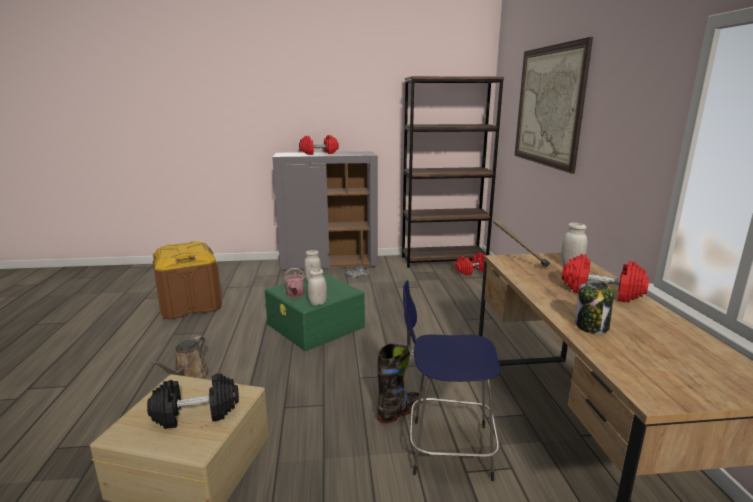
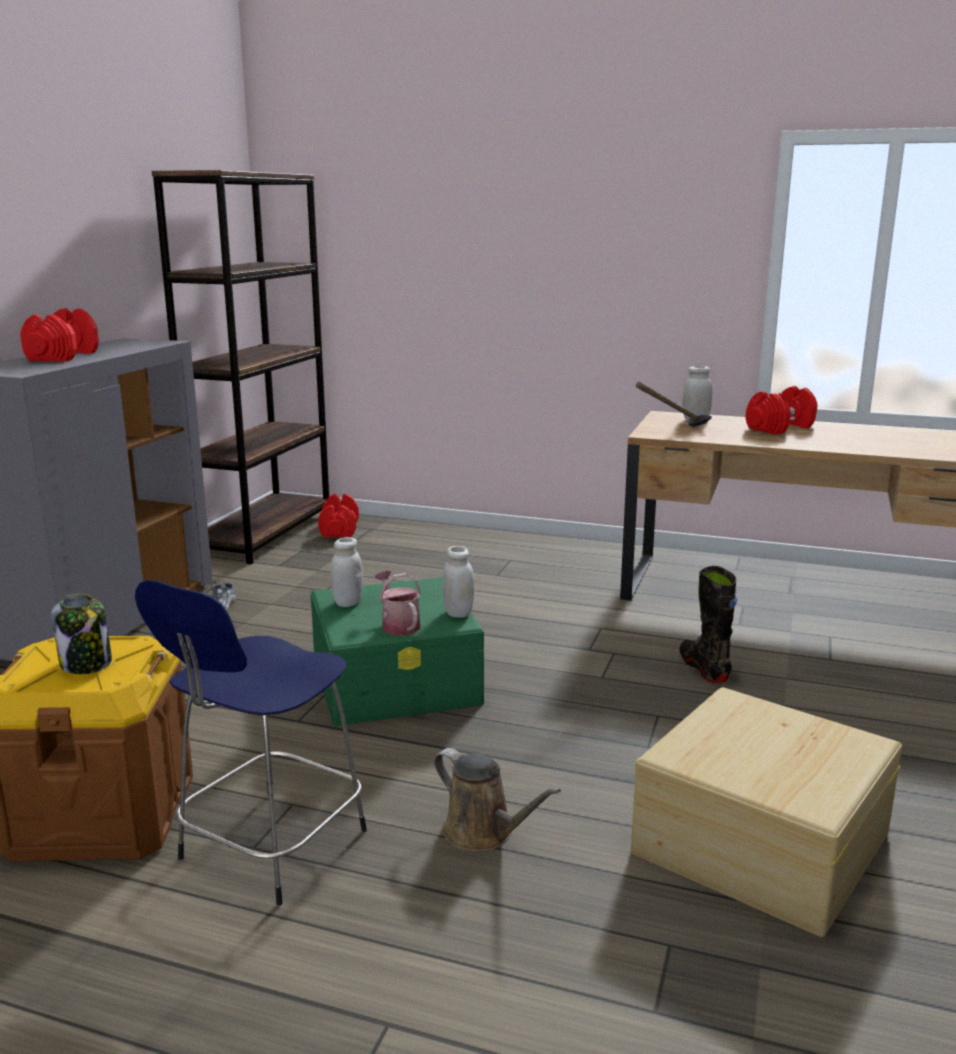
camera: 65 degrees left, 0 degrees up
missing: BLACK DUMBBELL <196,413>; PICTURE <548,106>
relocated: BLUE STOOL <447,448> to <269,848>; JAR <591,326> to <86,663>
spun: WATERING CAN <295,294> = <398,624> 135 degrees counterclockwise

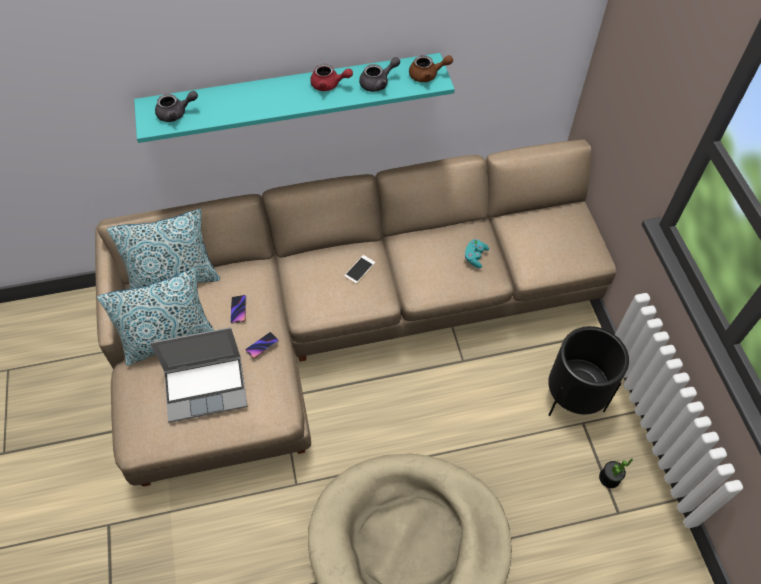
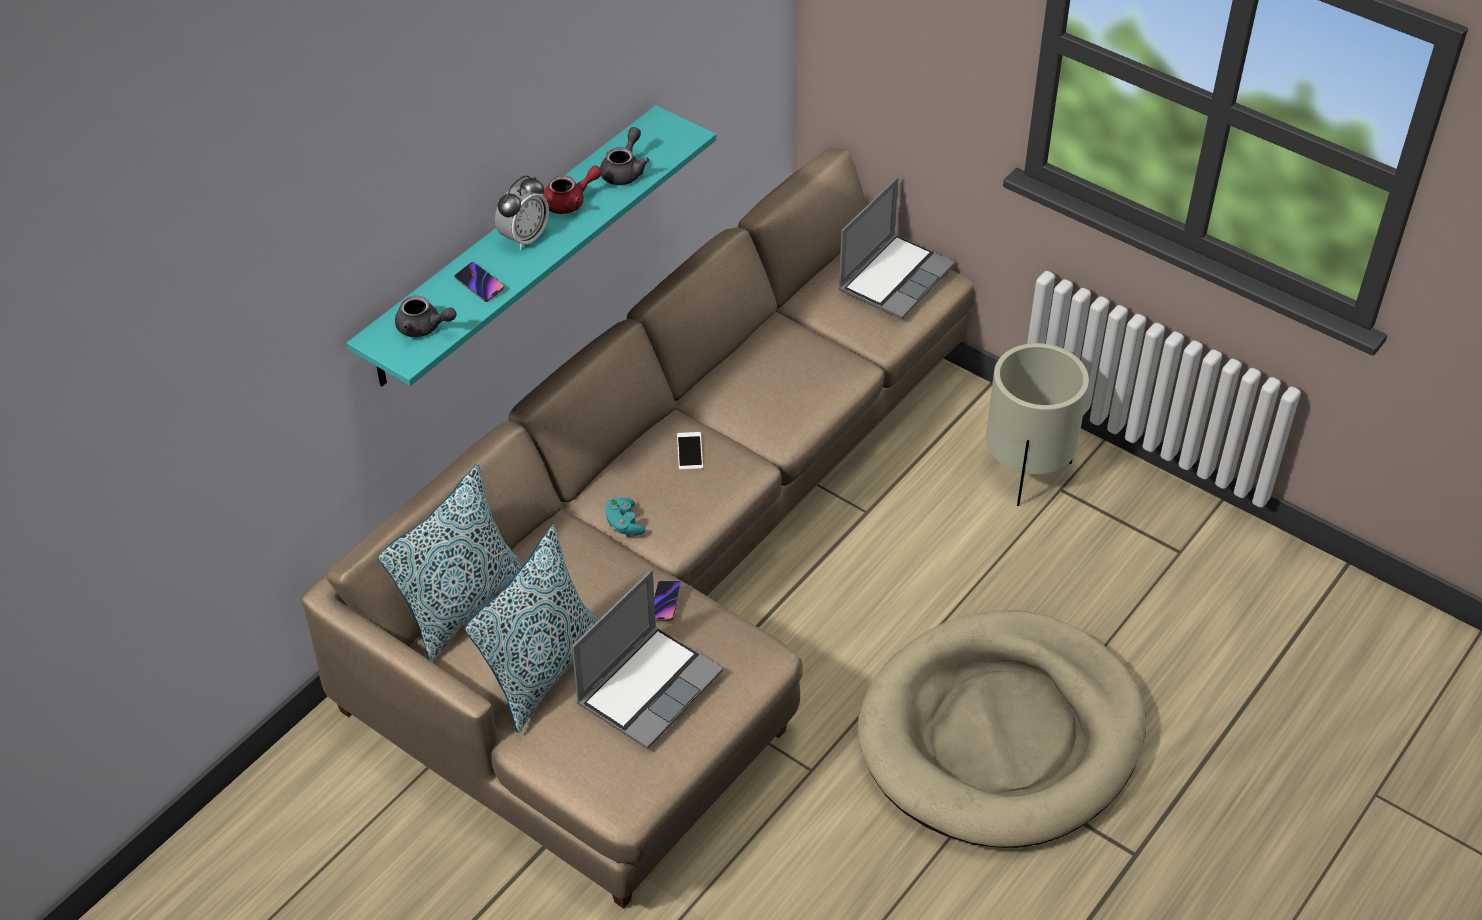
camera: 40 degrees left, 10 degrees down
missing: BROWN TEAPOT <427,75>; POTTED PLANT <609,478>
appeared: ALARM CLOCK <524,238>; LAPTOP <895,277>
relocated: PHONE <238,310> to <479,284>; TURQUOISE GAME CONTROLLER <475,257> to <624,524>
colour: BLACK PLANTER <573,398> to BEIGE PLANTER <1026,471>
spun: GREY TEAPOT <176,113> = <424,328> 75 degrees clockwise

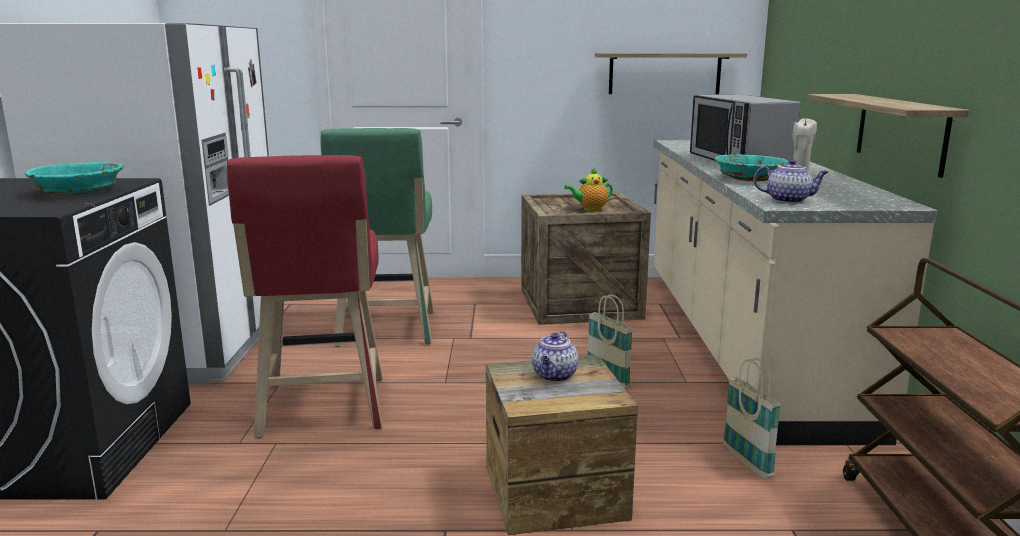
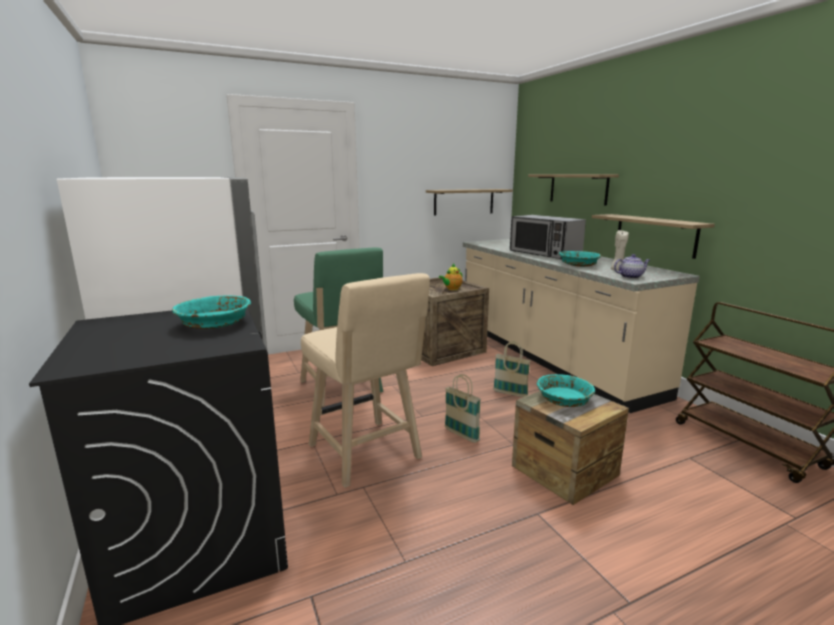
camera: 25 degrees left, 0 degrees up
appeared: SHELF <578,188>
relocated: BASKET <747,462> to <461,435>
exchanged: TEAPOT <555,376> to TURQUOISE BOWL <564,399>
colour: RED STOOL <322,410> to BEIGE STOOL <367,455>

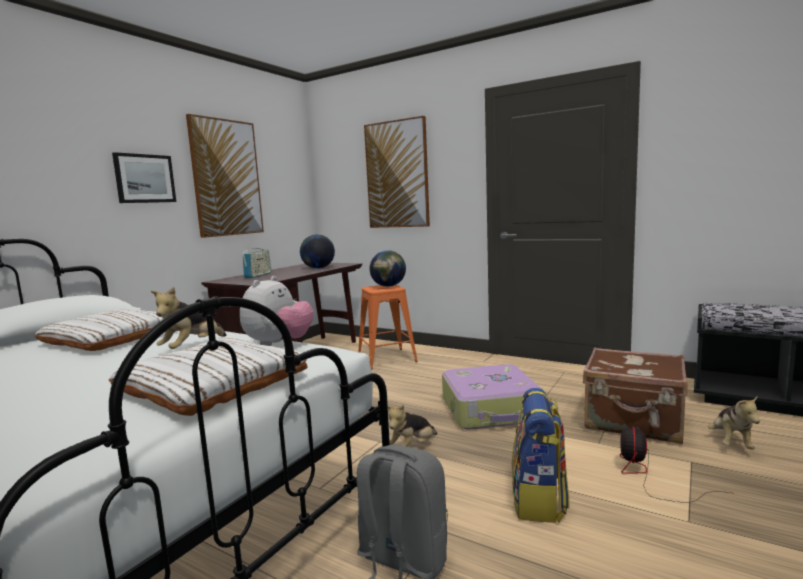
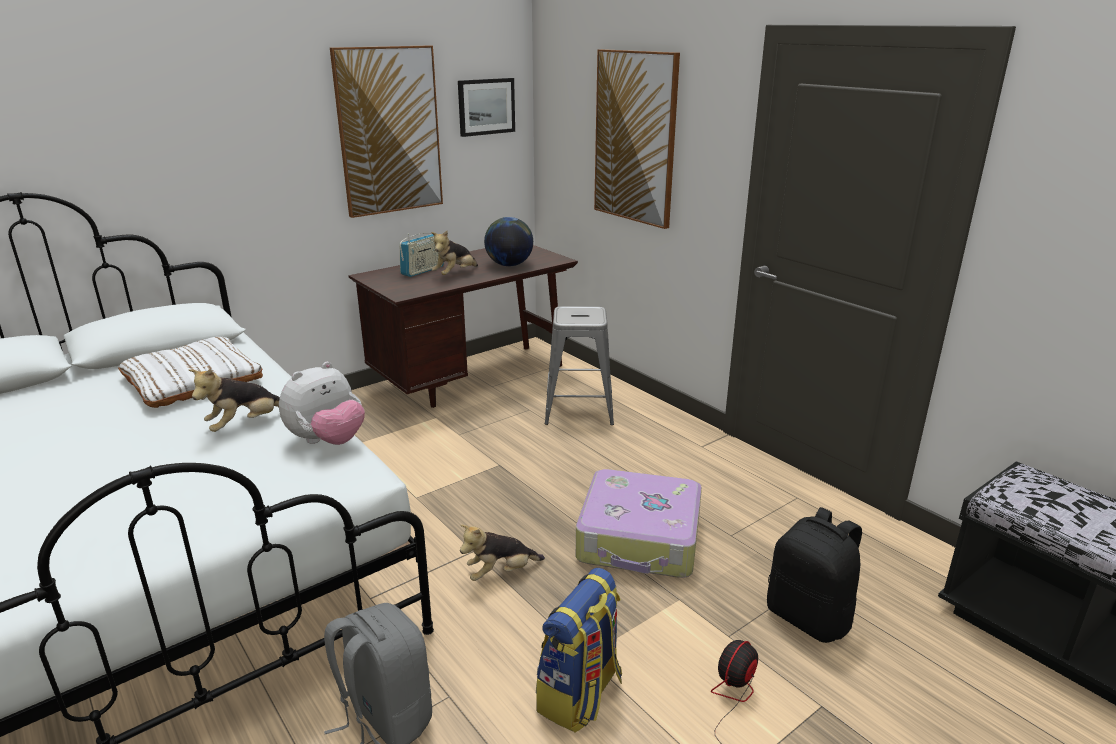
camera: 20 degrees right, 15 degrees up
missing: WHITE PILLOW <213,385>; GLOBE <388,286>
relocated: PICTURE <144,178> to <486,106>; PLUSH TOY <730,442> to <455,274>
exchanged: BROWN SUITCASE <634,422> to BLACK BACKPACK <809,617>
colour: ORANGE STOOL <387,358> to GREY STOOL <579,409>

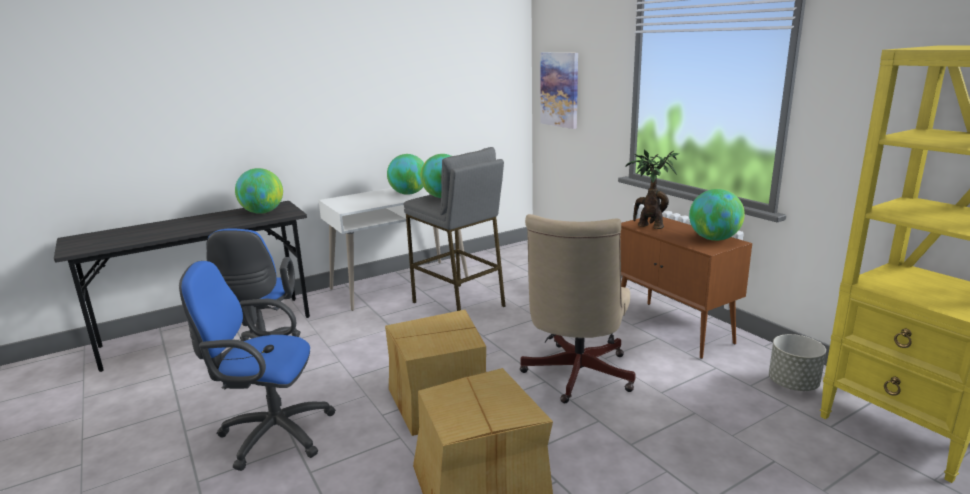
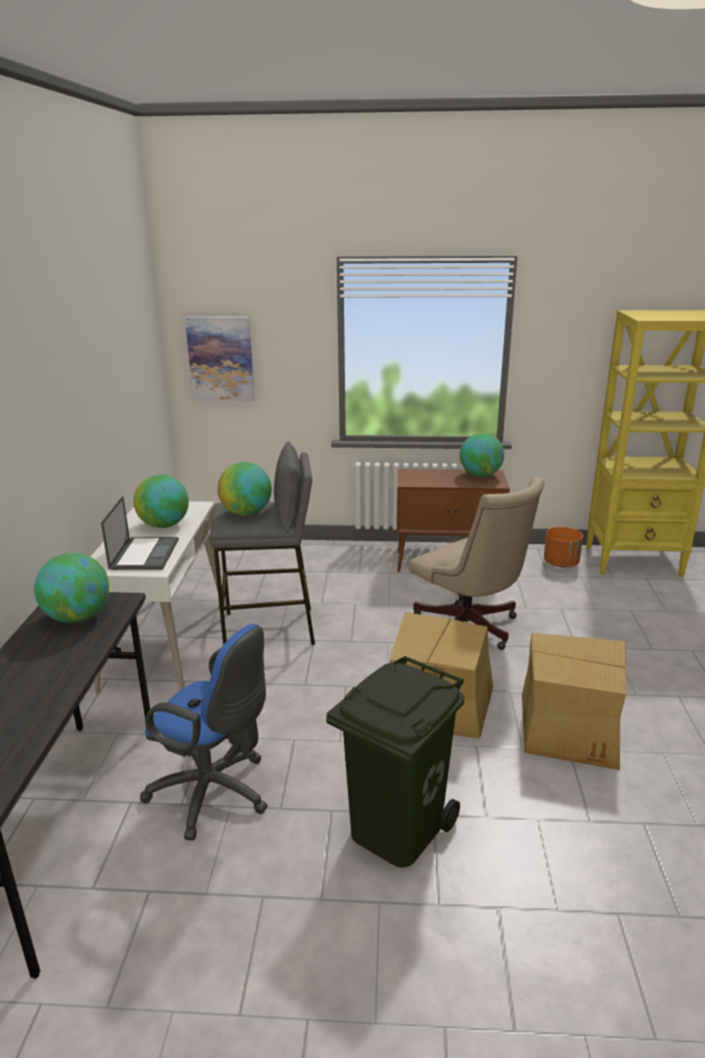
camera: 55 degrees left, 5 degrees up
missing: POTTED PLANT <648,226>
appeared: LAPTOP <144,554>
exchanged: BLUE OFFICE CHAIR <270,434> to GREEN TRASH CAN <395,828>
colour: GREY PLANTER <793,384> to ORANGE PLANTER <560,563>

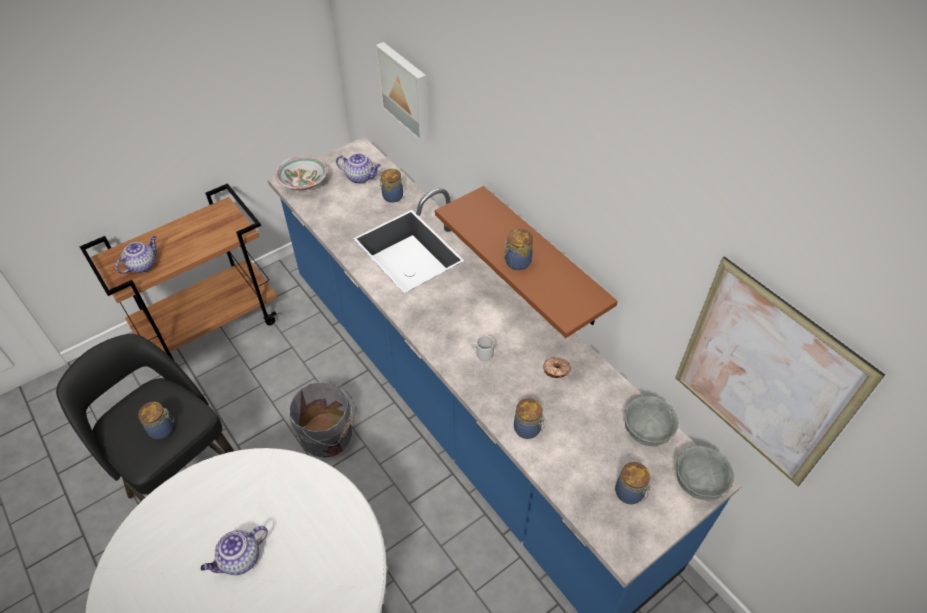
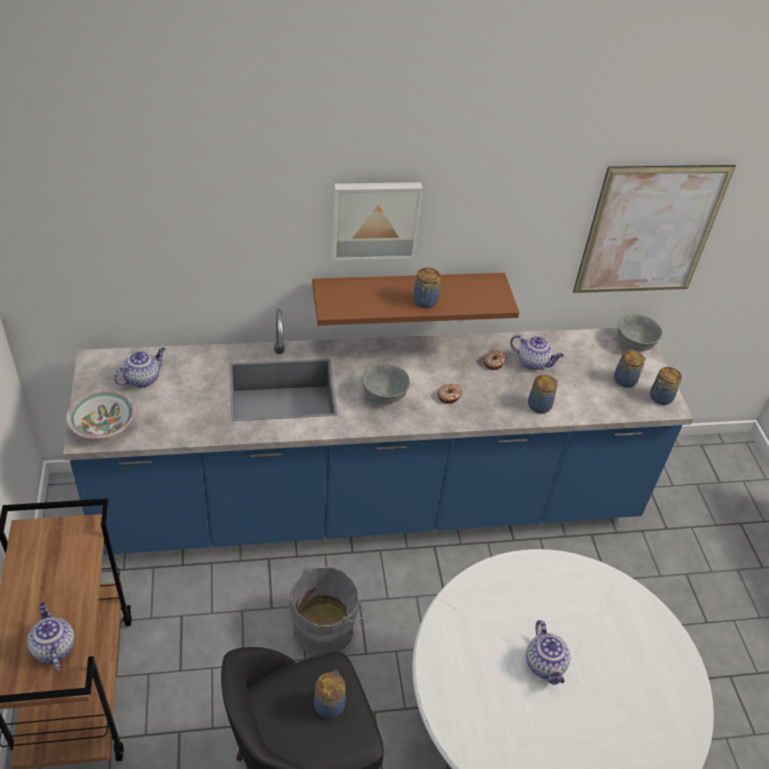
camera: 65 degrees left, 5 degrees down
appeared: TEAPOT <533,363>
relocated: PICTURE <406,91> to <375,219>; JAR <392,196> to <660,398>; GREY BOWL <646,430> to <383,395>
exchanged: MUG <483,355> to DONUT <449,396>

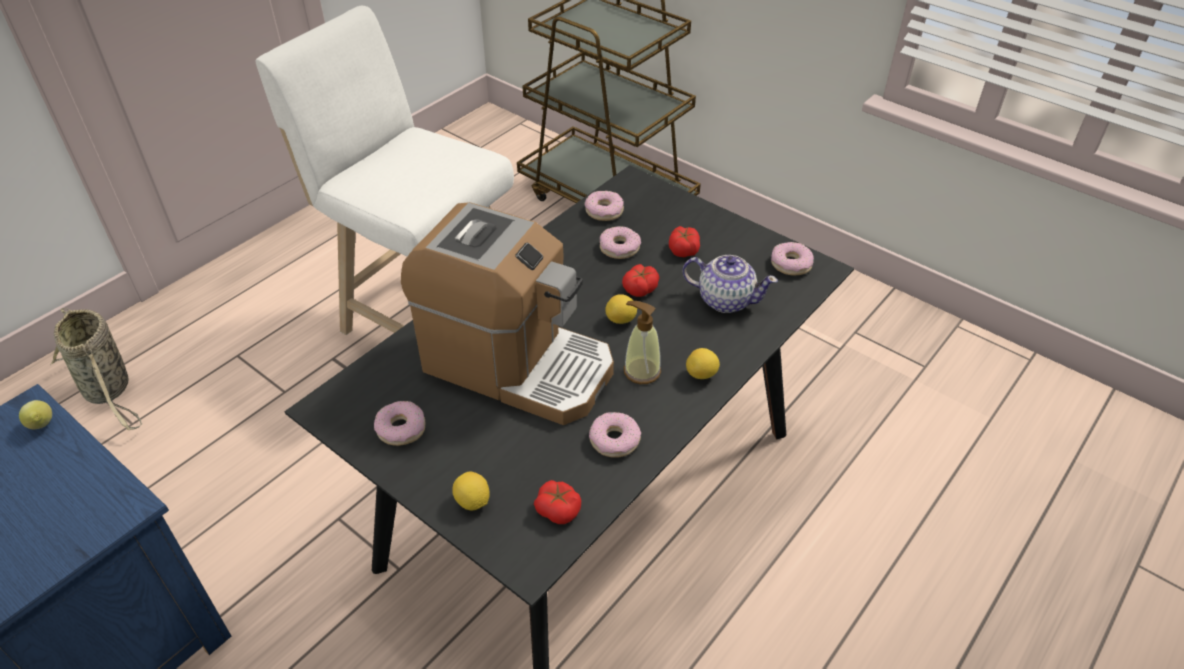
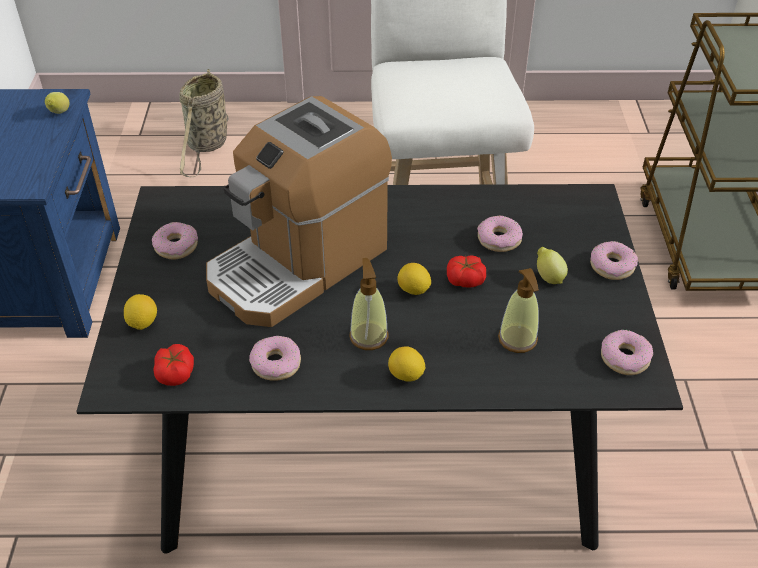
camera: 50 degrees right, 0 degrees up
relocated: DONUT <604,211> to <612,266>
exchanged: TOMATO <683,249> to LEMON <548,277>; TEAPOT <725,300> to SOAP DISPENSER <517,339>
spun: COFFEE MACHINE <517,365> = <298,263> 60 degrees clockwise

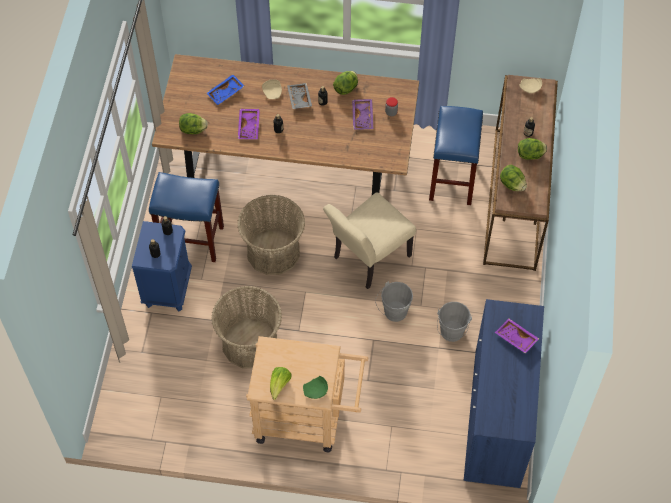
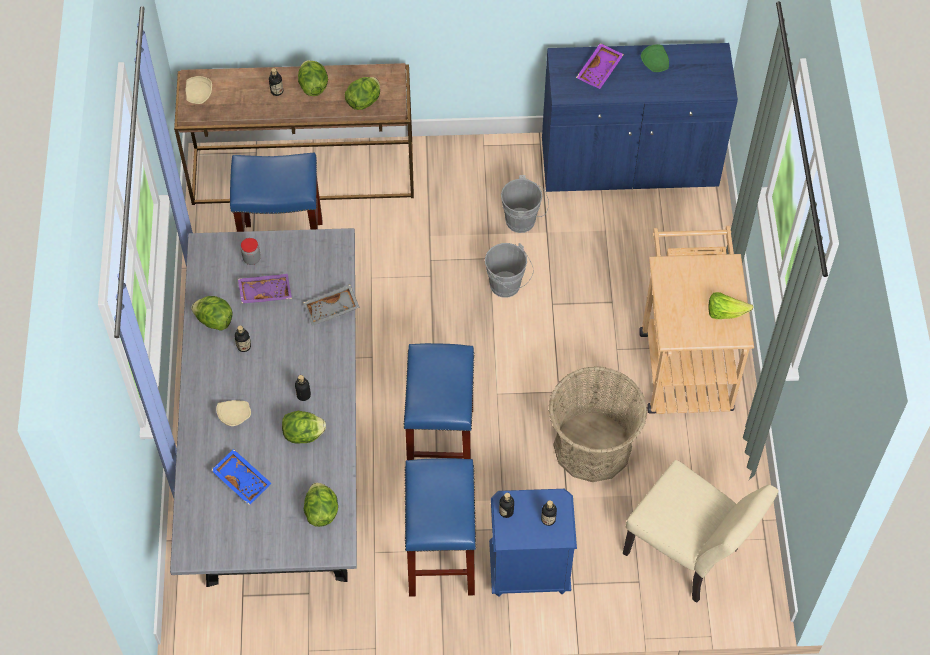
camera: 100 degrees left, 0 degrees up
relocated: GREY TRAY <298,99> to <332,310>; GREEN PLATE <316,391> to <655,63>; BEIGE CHAIR <367,259> to <688,556>
exchanged: BASKET <273,252> to BLUE STOOL <441,444>; PURPLE TRAY <249,127> to LETTUCE <304,434>
colour: BROWN DINING TABLE <290,161> to GREY DINING TABLE <280,450>

